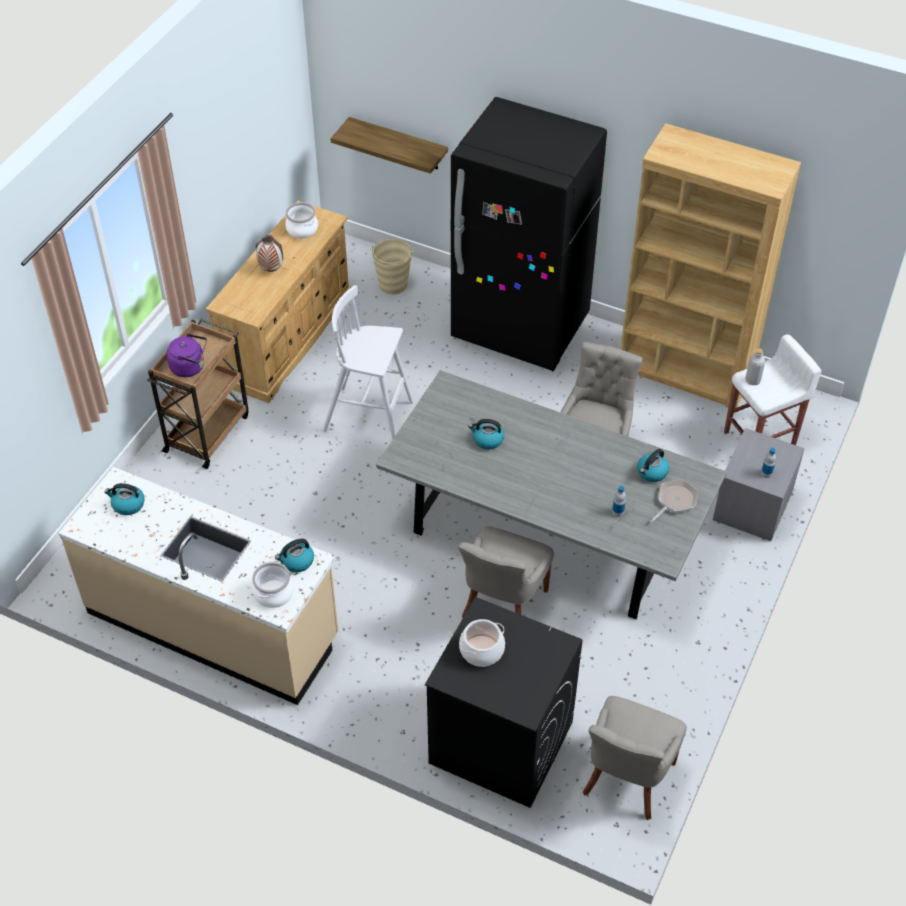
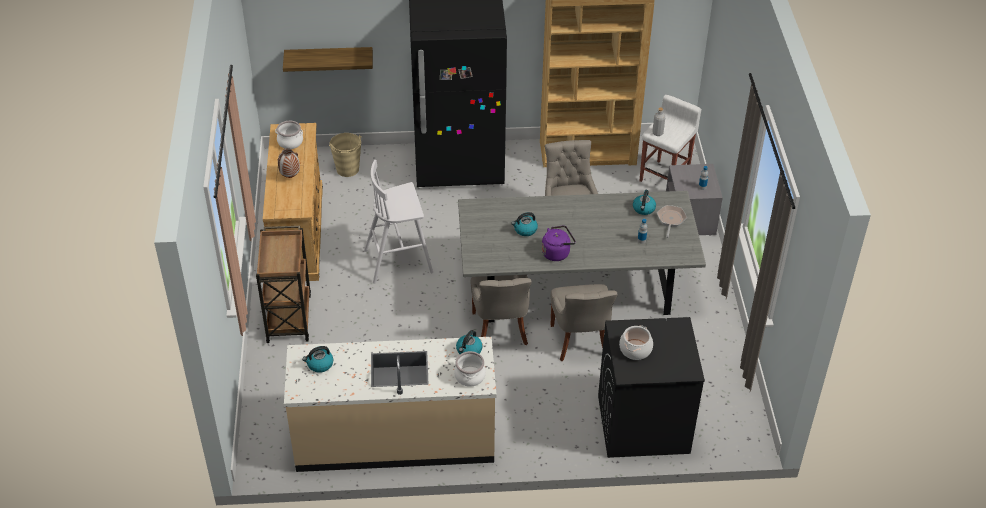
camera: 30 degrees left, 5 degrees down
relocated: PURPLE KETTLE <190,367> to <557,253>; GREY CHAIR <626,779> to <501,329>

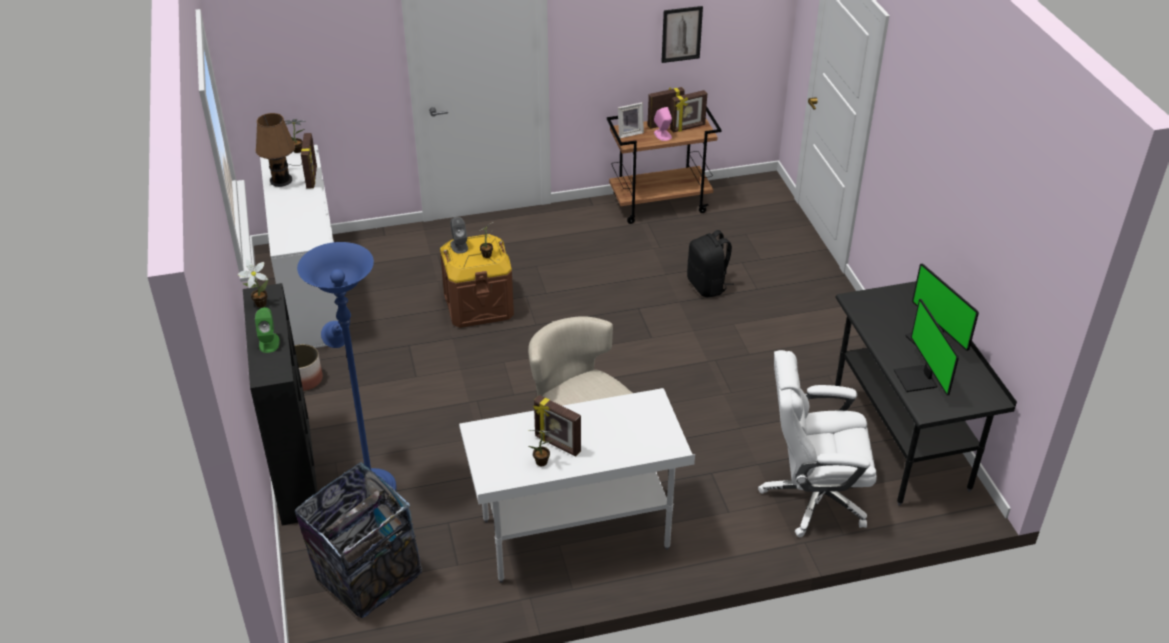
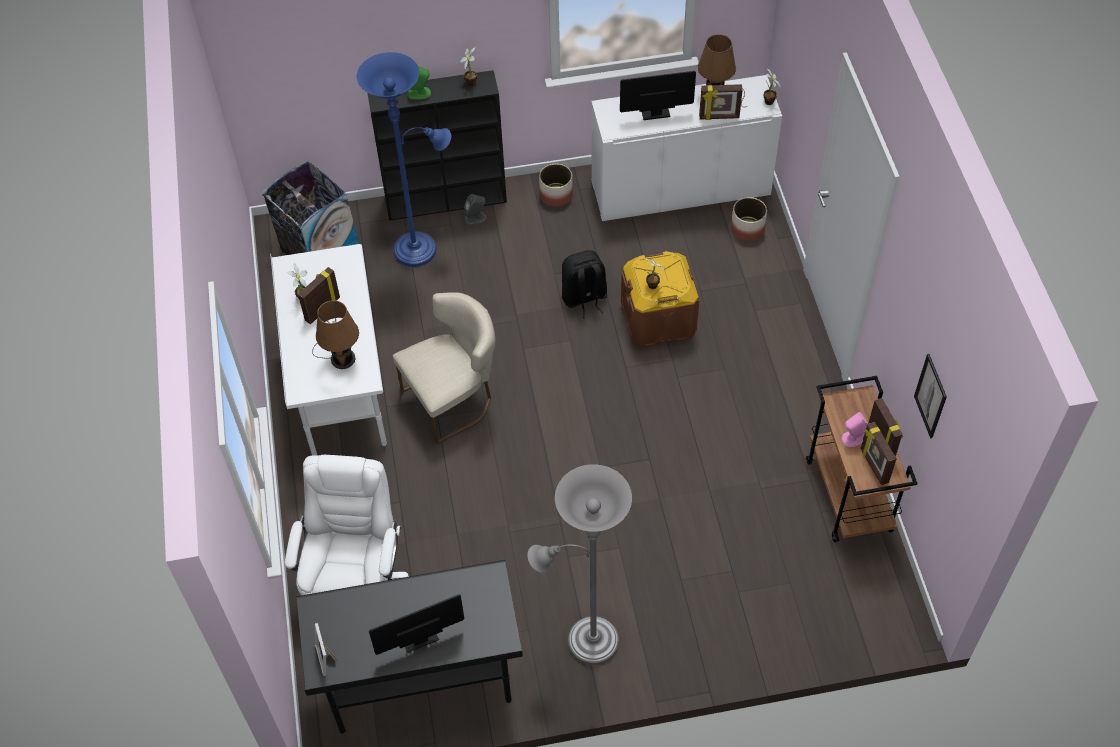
camera: 95 degrees right, 15 degrees up
appeared: BROWN TABLE LAMP <340,357>; GREY FLOOR LAMP <586,641>; PLANTER <747,229>
relocated: GREY SPEAKER <459,246> to <475,218>; PICTURE FRAME <629,133> to <327,657>; BLACK BACKPACK <707,286> to <584,298>; MONITOR <917,379> to <654,110>

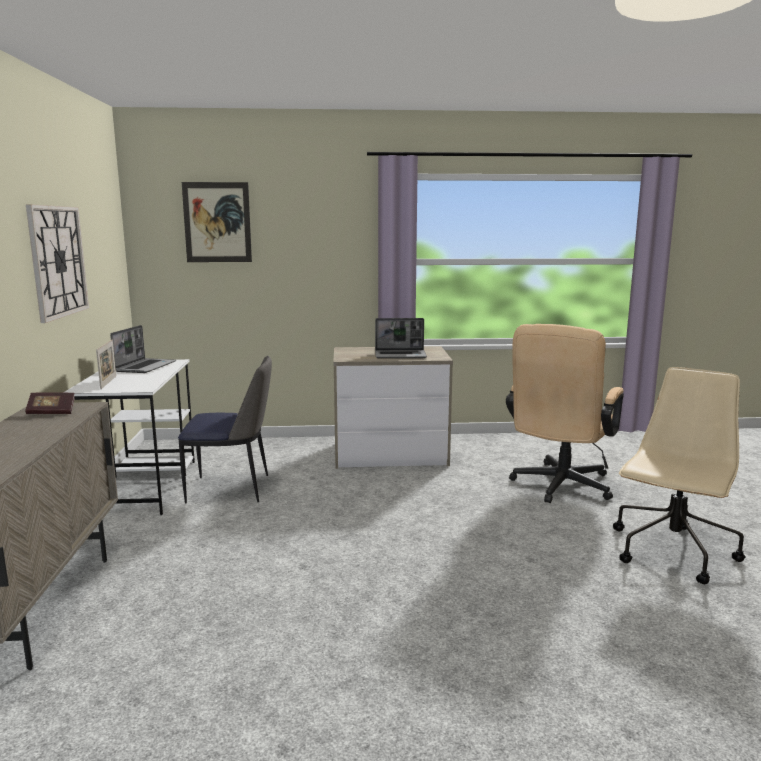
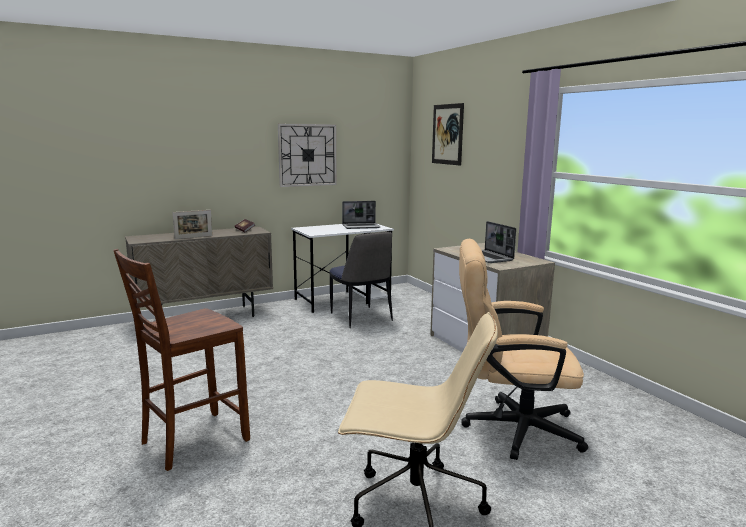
camera: 65 degrees right, 0 degrees up
appeared: BROWN CHAIR <192,441>
relocated: PICTURE FRAME <108,382> to <193,237>

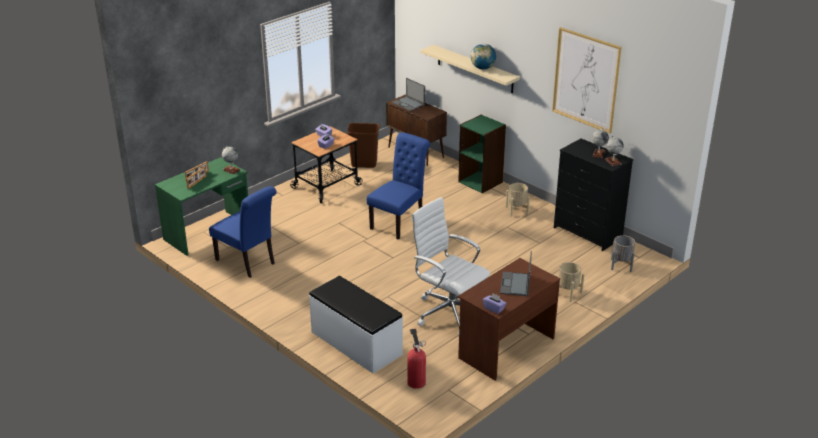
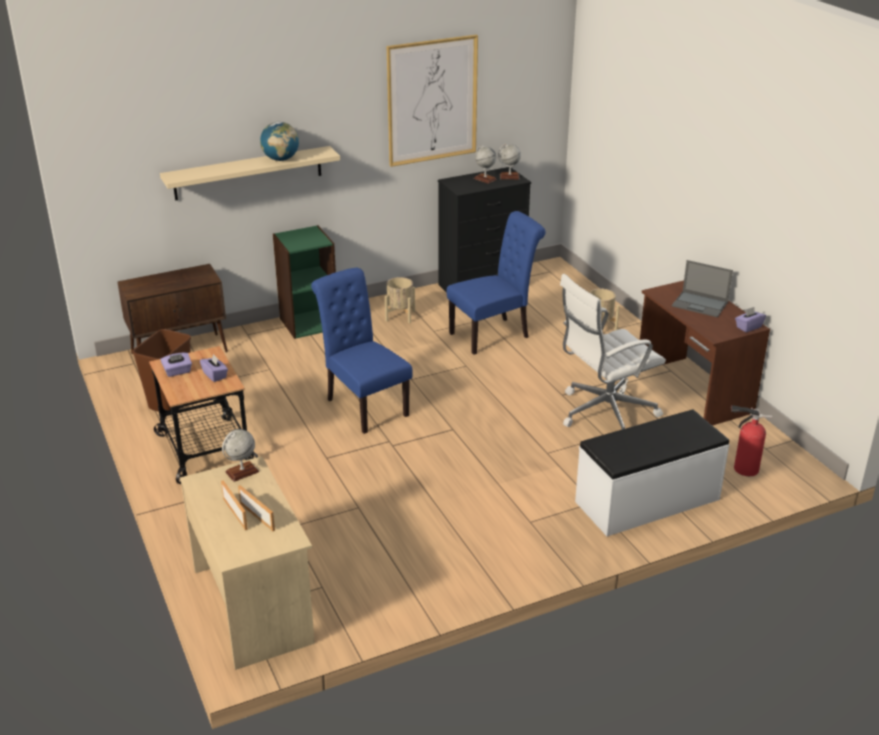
camera: 70 degrees left, 0 degrees up
missing: LAPTOP <408,104>; GREY PLANTER <621,265>
relocated: BLUE CHAIR <248,263> to <494,334>
colour: GREEN DESK <208,233> to BEIGE DESK <254,605>

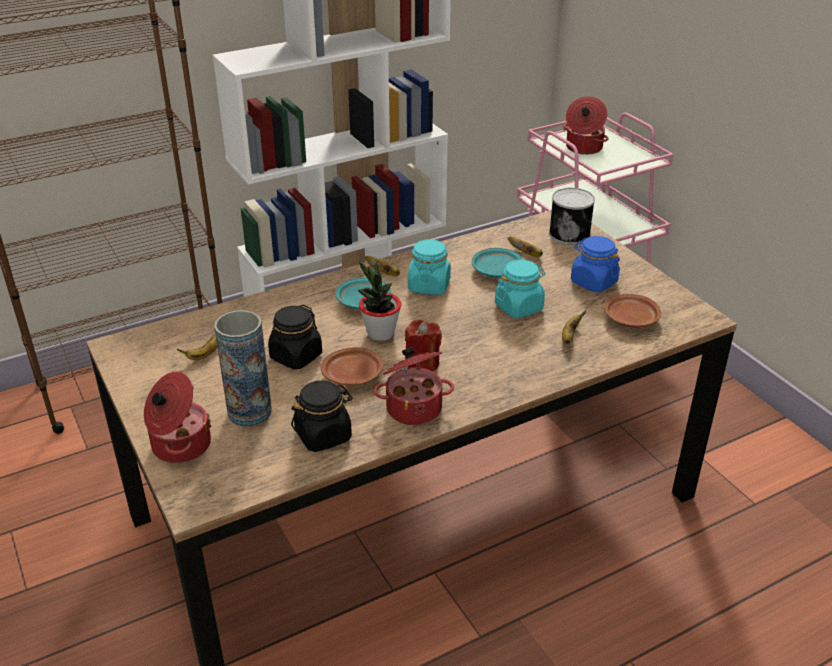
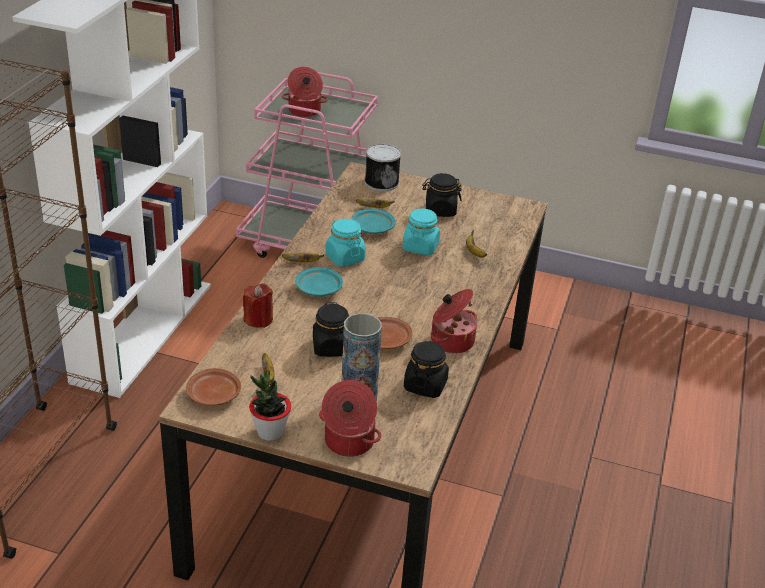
camera: 45 degrees left, 0 degrees up
relocated: POTTED PLANT <380,333> to <270,432>; RED CANDLE <422,363> to <258,319>; BROWN PLATE <630,319> to <214,395>
colour: BLUE JAR <593,282> to BLACK JAR <440,210>

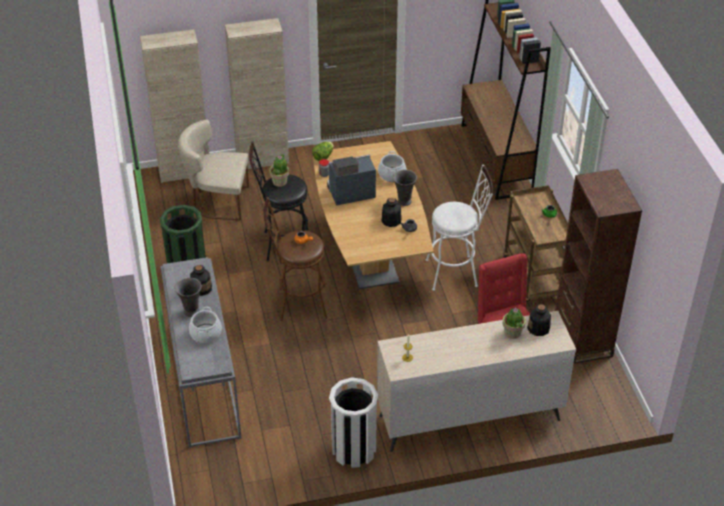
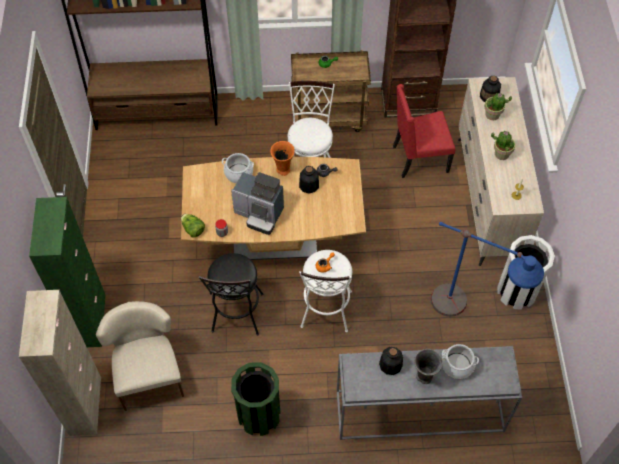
camera: 80 degrees left, 15 degrees up
appeared: BLUE FLOOR LAMP <468,317>
relocated: POTTED PLANT <280,182> to <501,153>
colour: BEIGE CABINET <262,160> to GREEN CABINET <91,321>; BROWN STOOL <297,303> to WHITE STOOL <325,314>; GREY VASE <403,202> to ORANGE VASE <283,170>
spun: BEIGE CHAIR <217,201> = <149,374> 150 degrees clockwise; COFFEE MACHINE <349,194> = <259,214> 60 degrees counterclockwise

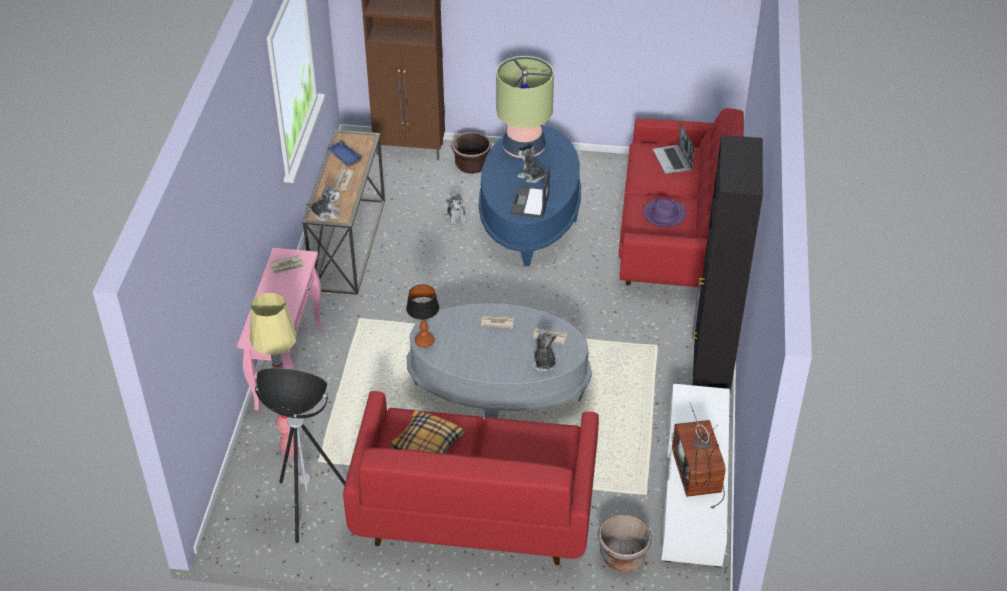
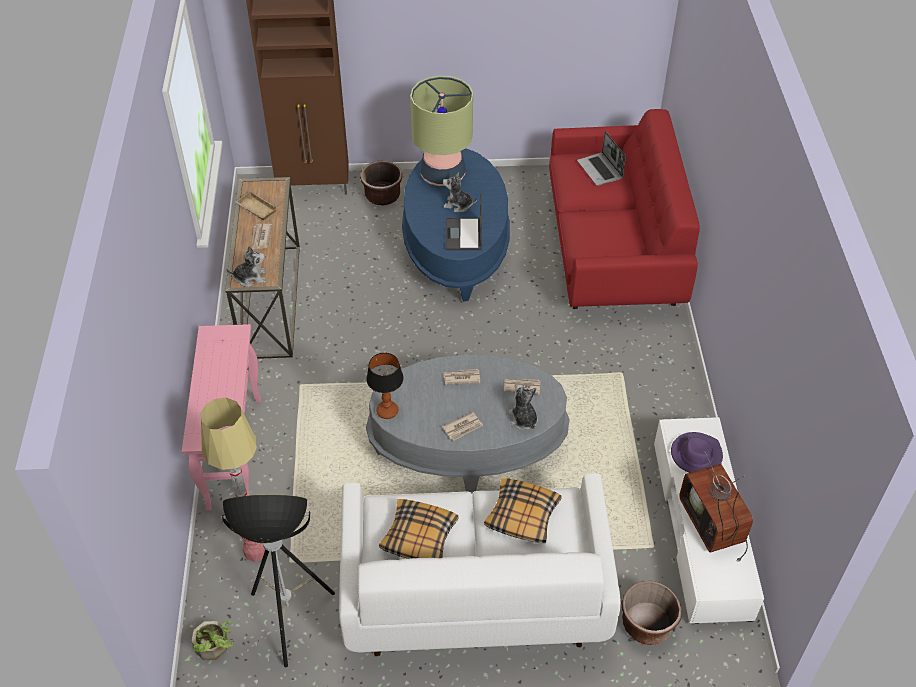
camera: 10 degrees left, 5 degrees up
missing: PLUSH TOY <456,217>; BLACK CABINET <709,375>
appeared: POTTED PLANT <215,648>; PILLOW <522,516>
relocated: NEWSPAPER <287,266> to <463,427>; PURPLE HAT <664,215> to <696,455>
colour: BLUE TRAY <343,156> to BEIGE TRAY <255,209>; RED SOFA <474,507> to WHITE SOFA <474,591>; GREY PLANTER <622,556> to BROWN PLANTER <646,625>

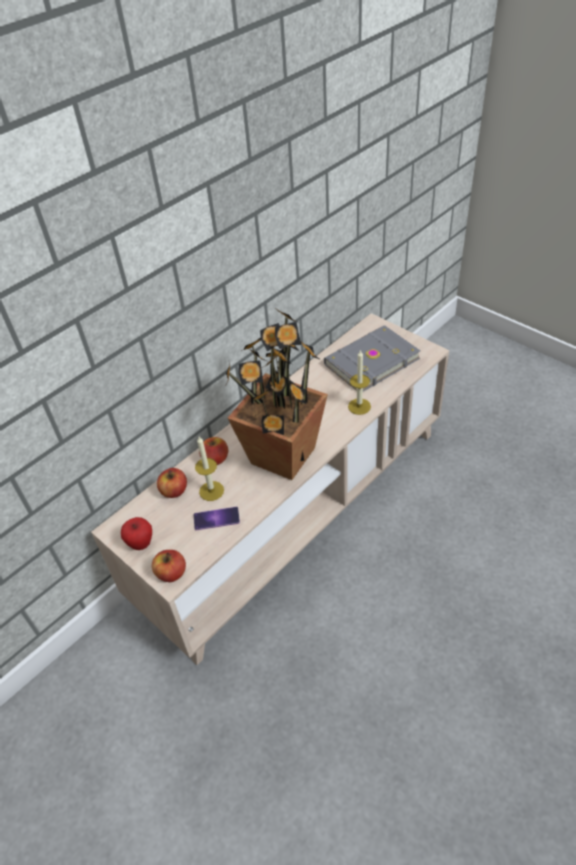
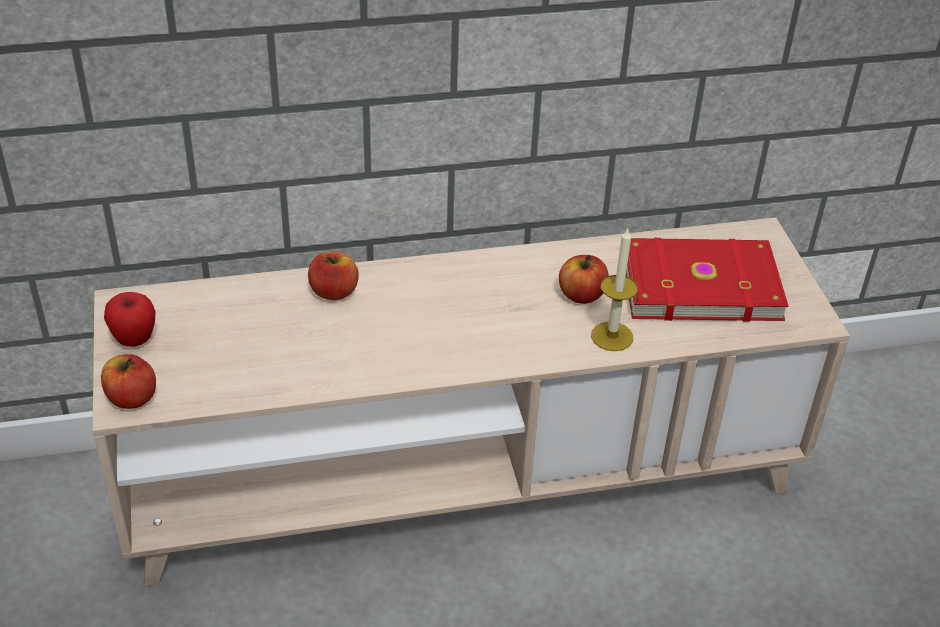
camera: 30 degrees right, 5 degrees down
missing: PHONE <216,518>; CANDLE <211,491>; POTTED PLANT <281,455>
relocated: APPLE <174,491> to <581,295>
colour: GREY BOOK <370,361> to RED BOOK <698,283>

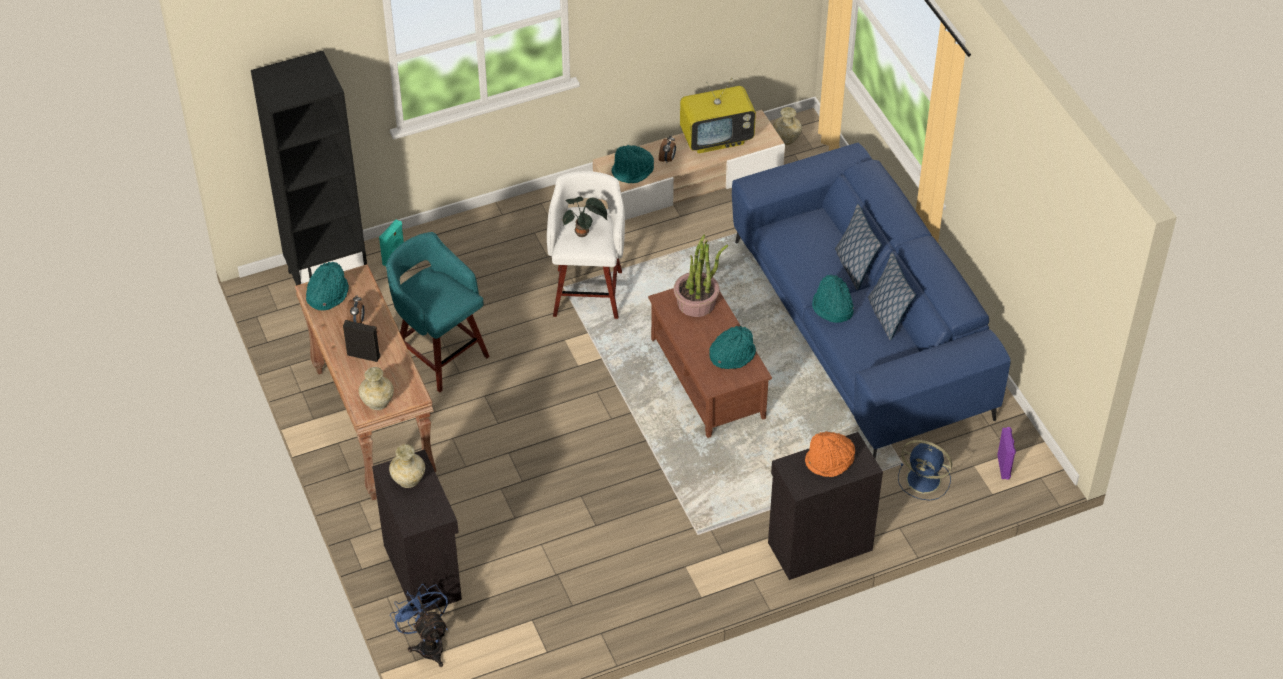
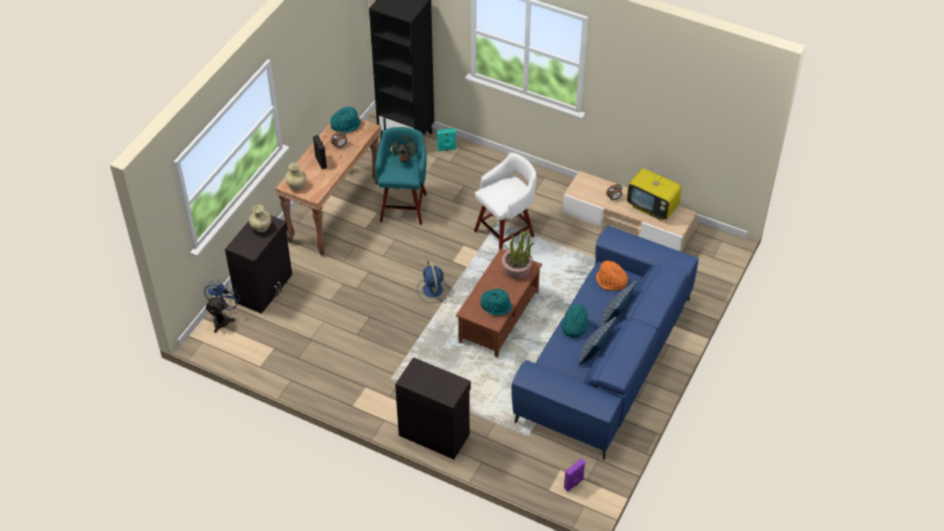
camera: 50 degrees right, 0 degrees up
missing: TURQUOISE HAT <633,171>; BEIGE VASE <787,139>
relocated: POTTED PLANT <583,233> to <404,160>; ORANGE HAT <829,461> to <611,281>; BLUE FAN <925,480> to <433,291>

